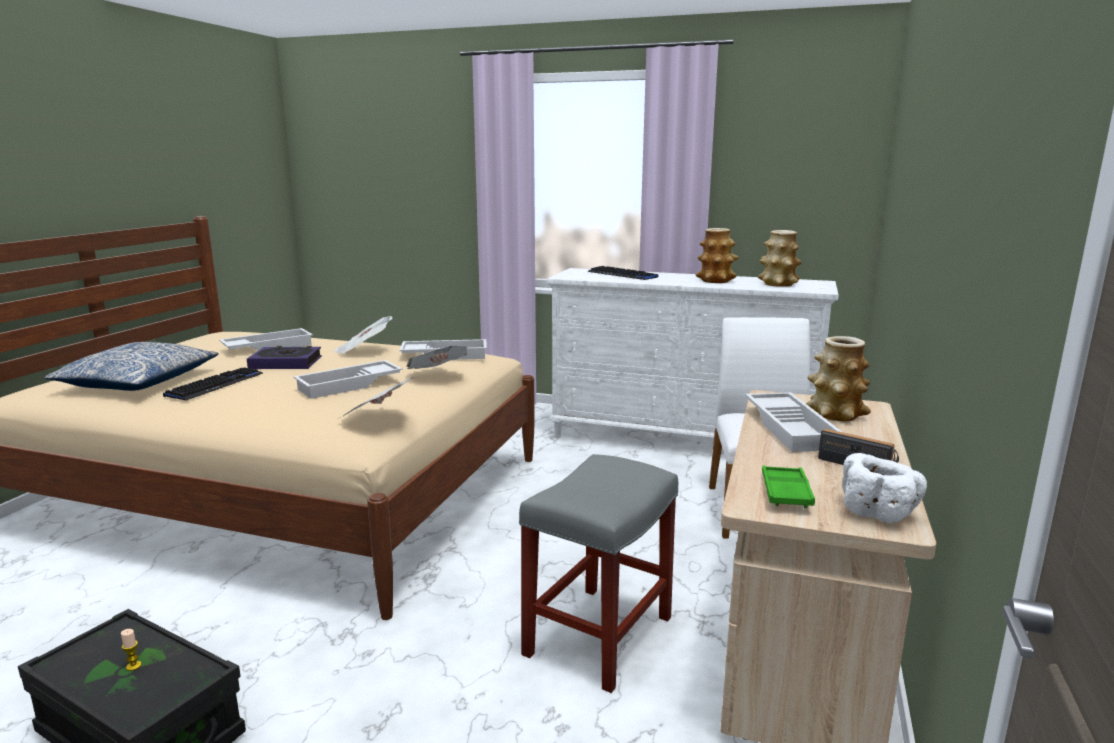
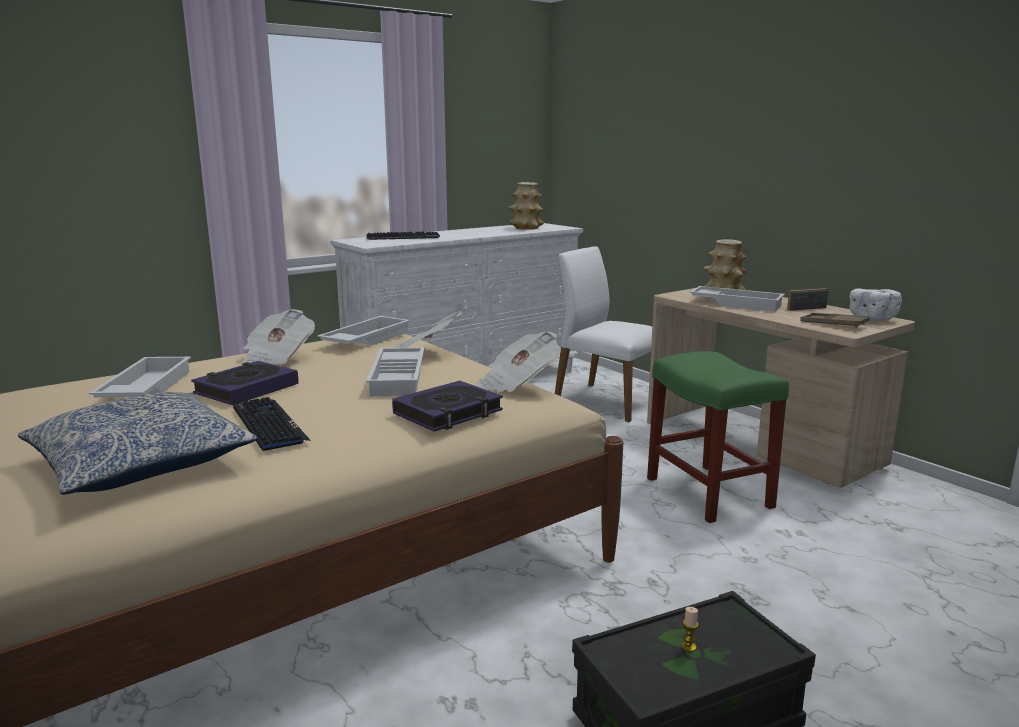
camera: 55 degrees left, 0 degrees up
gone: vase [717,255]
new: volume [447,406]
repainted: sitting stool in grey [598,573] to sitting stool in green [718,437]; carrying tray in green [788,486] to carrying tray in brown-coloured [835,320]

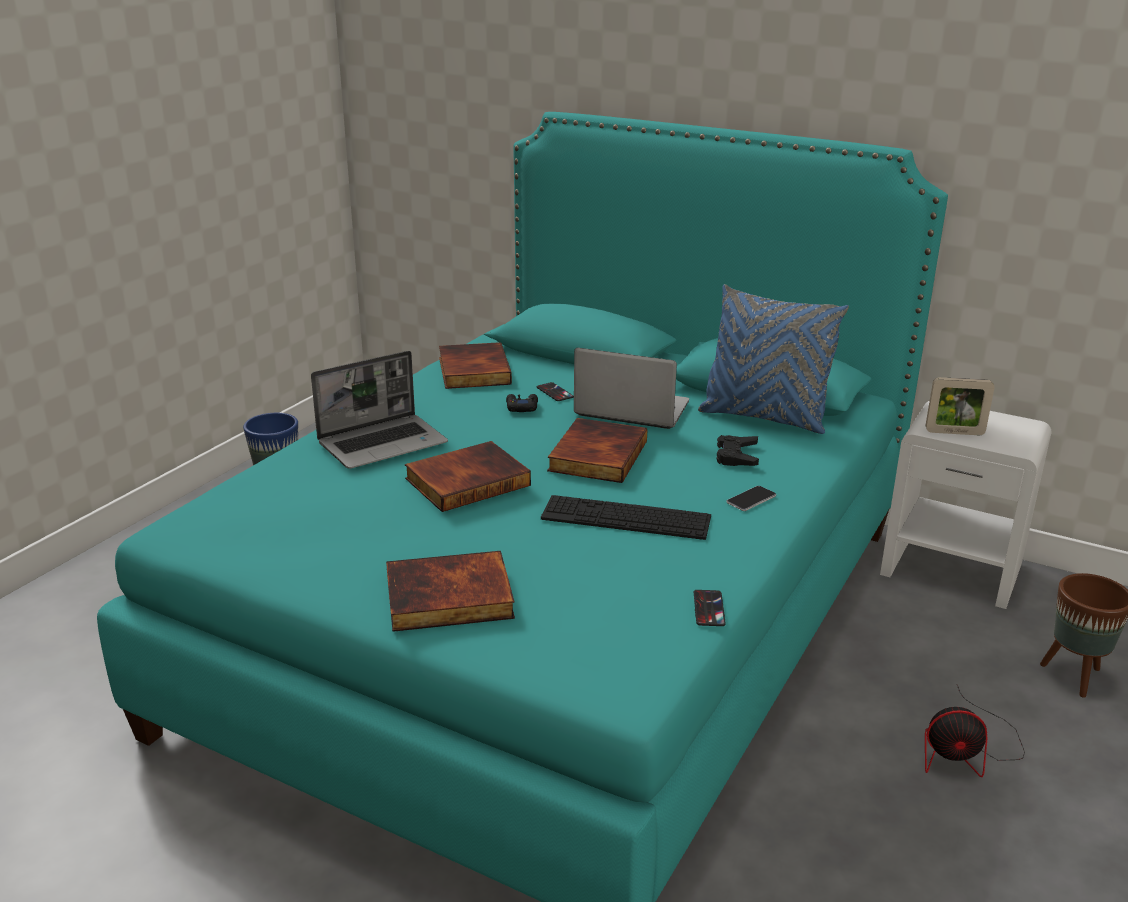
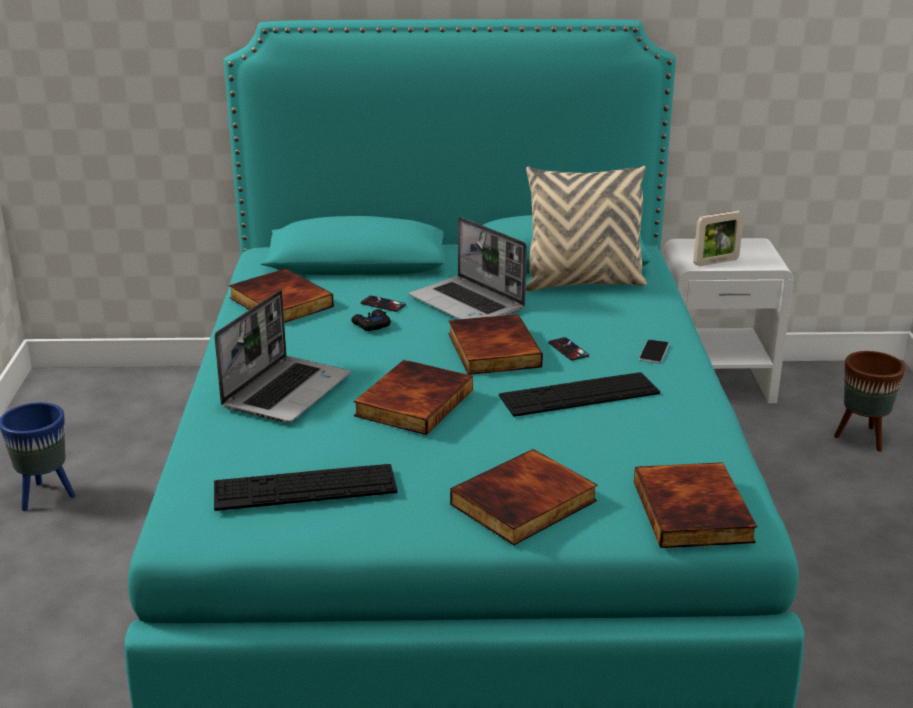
camera: 30 degrees left, 0 degrees up
gone: gamepad in blackish [737,450]; fan [975,731]
new: PC keyboard [305,487]; volume [695,505]
shifted: handset [710,608] to [568,348]
repainted: cushion in bluish [773,359] to cushion in beige [586,228]
rotated: portable computer [631,388] = [468,268] 120 degrees counterclockwise

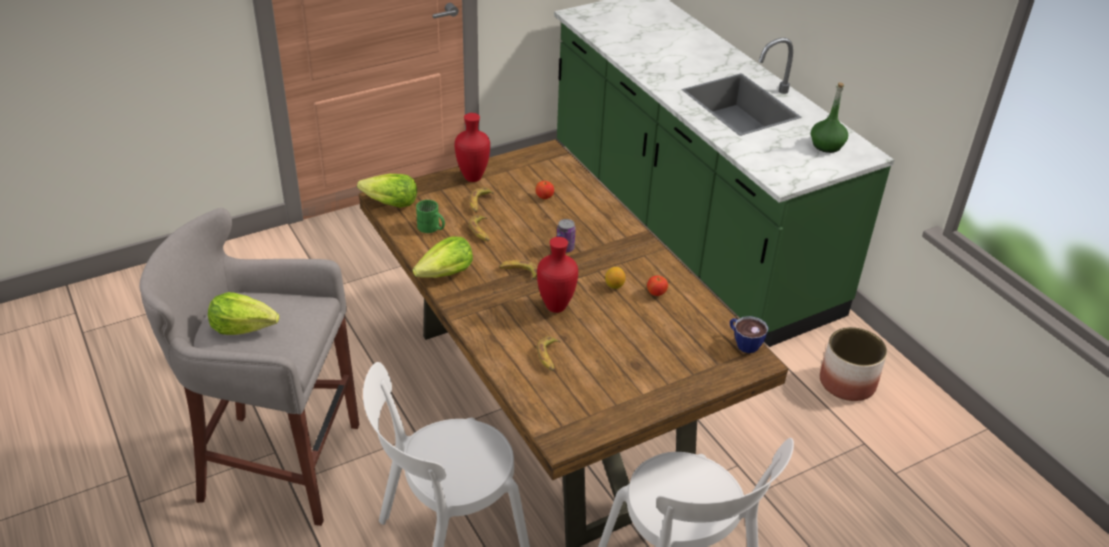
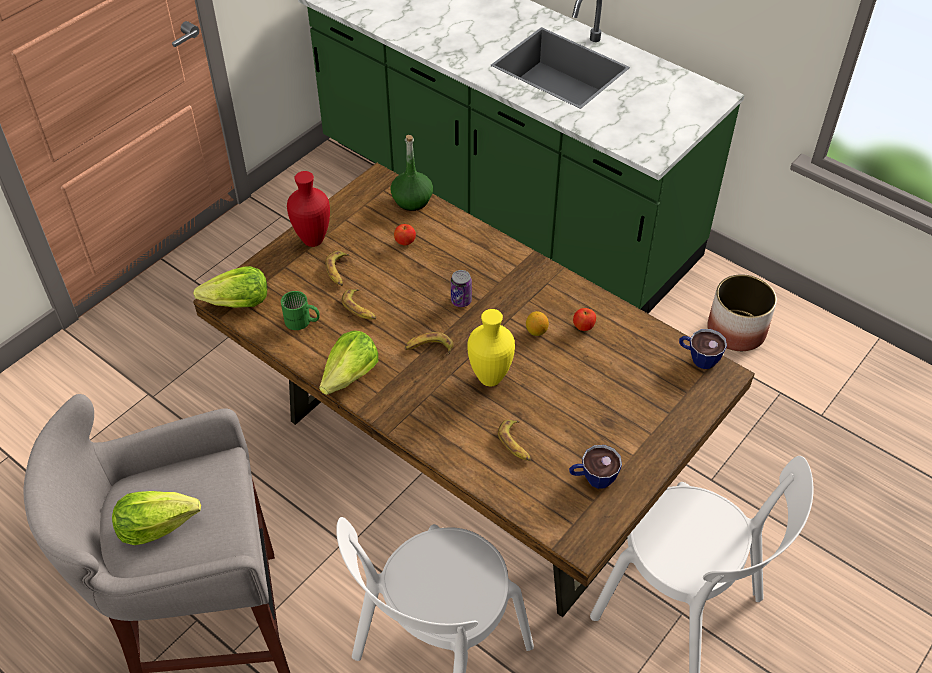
camera: 20 degrees left, 10 degrees up
new: drinking cup [595,467]
shifted: bottle in green [829,117] to [412,173]
repainted: vase in red [557,275] to vase in yellowish [491,347]

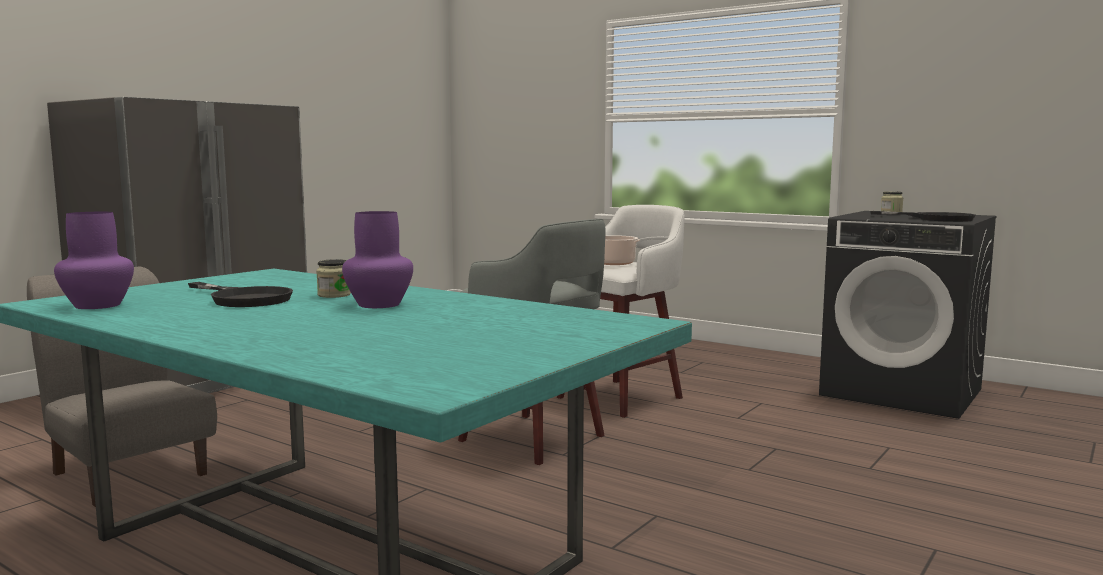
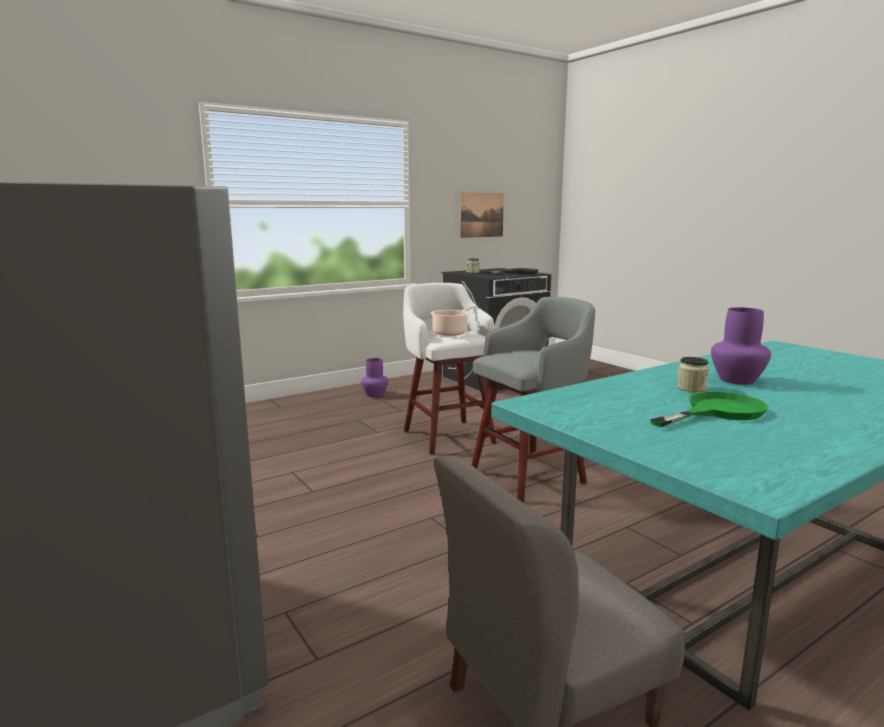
camera: 70 degrees left, 5 degrees up
new: wall art [482,215]
shifted: vase in purple-coloured [94,260] to [374,377]
repainted: frying pan in blackish [240,294] to frying pan in green [709,409]

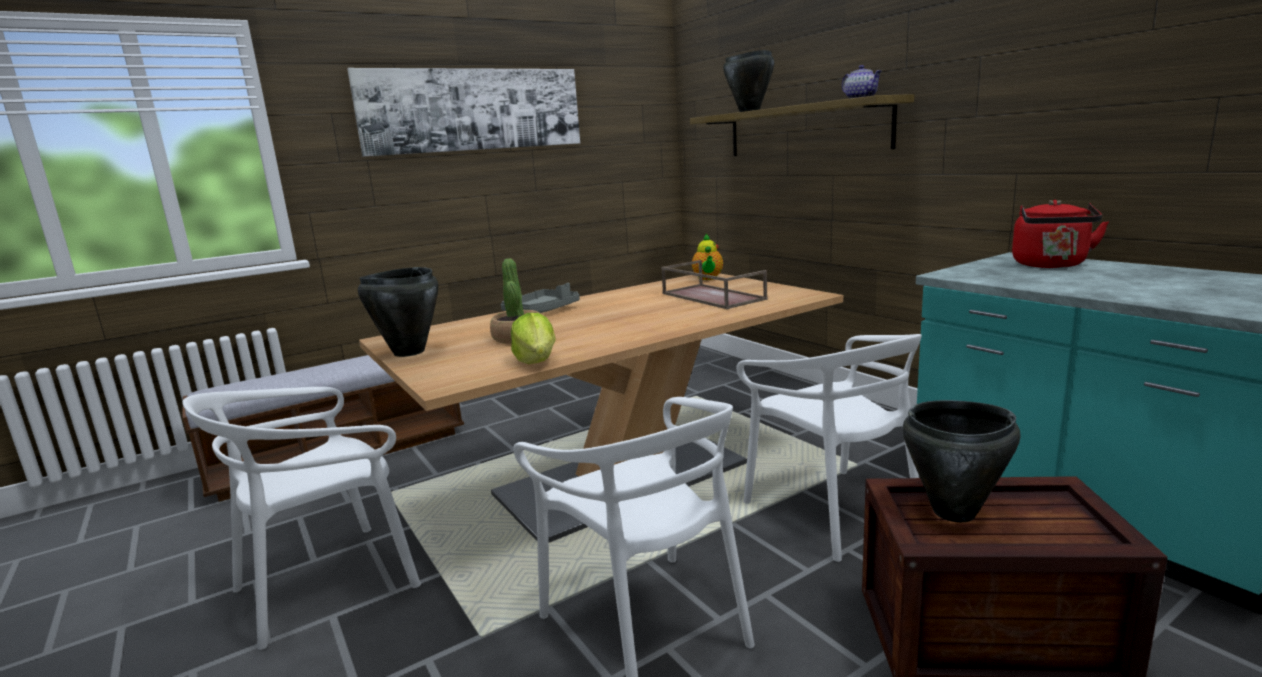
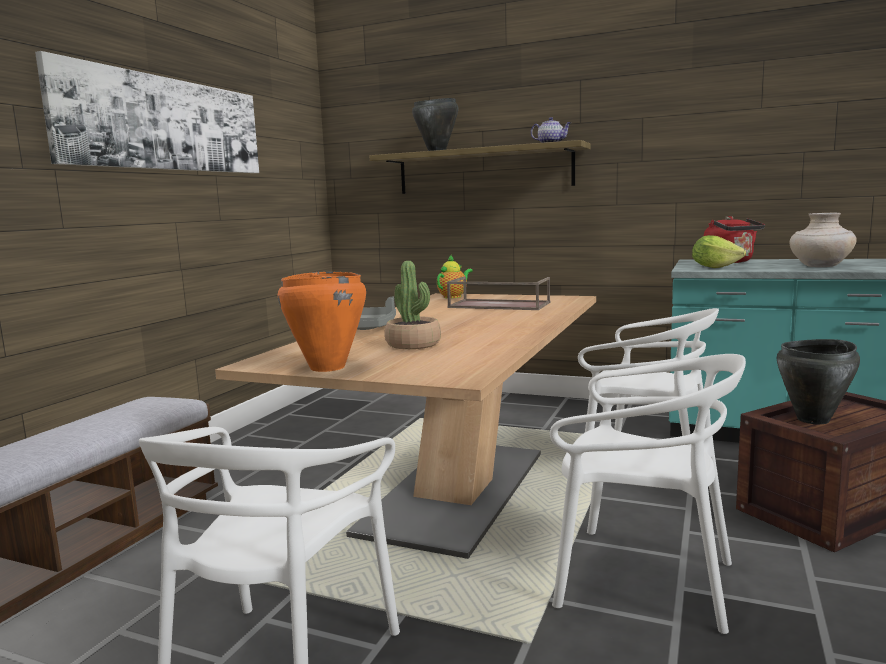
camera: 35 degrees left, 5 degrees down
new: vase in beige [823,240]
shifted: lettuce [533,338] to [719,251]
repainted: stockpot in blackish [398,312] to stockpot in orangey [322,322]
rotated: pot for tea [707,257] = [455,276] 105 degrees counterclockwise

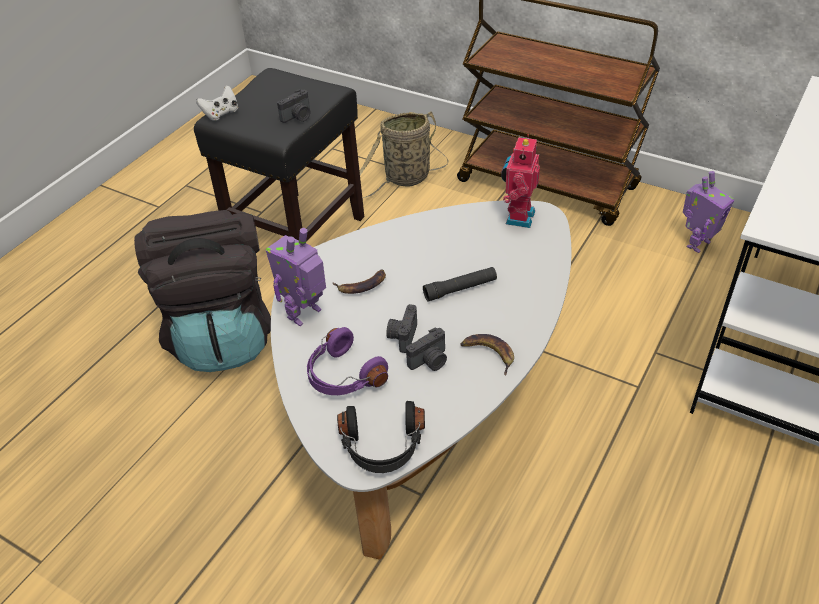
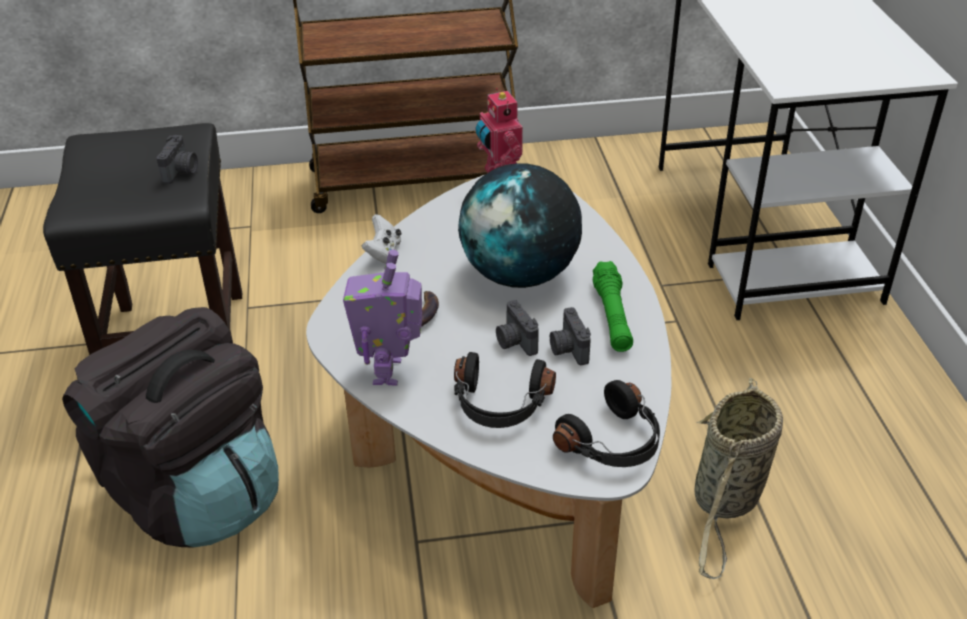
camera: 40 degrees left, 5 degrees down
gone: toy robot [708,212]
shifted: gamepad in white-coloured [217,103] to [381,239]; storage basket [404,154] to [738,478]
swapped: flashlight in blackish [460,284] to globe [520,225]; banana [487,355] to flashlight in green [613,306]
repainted: headphones in purple-coloured [347,361] to headphones in blackish [505,390]
rotated: still camera [426,349] = [570,336] 150 degrees clockwise

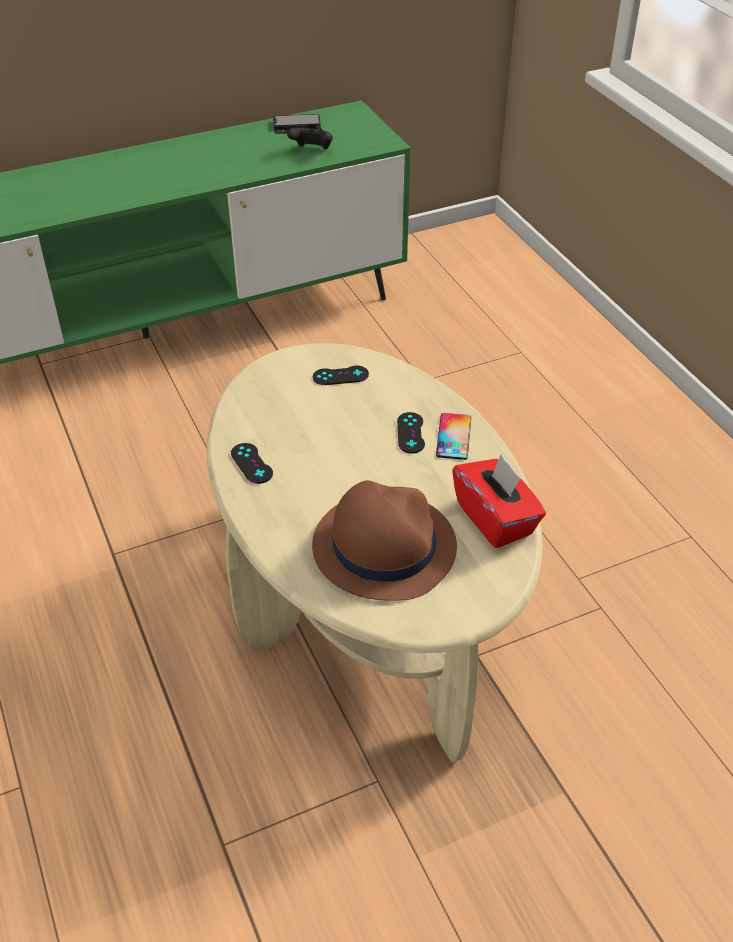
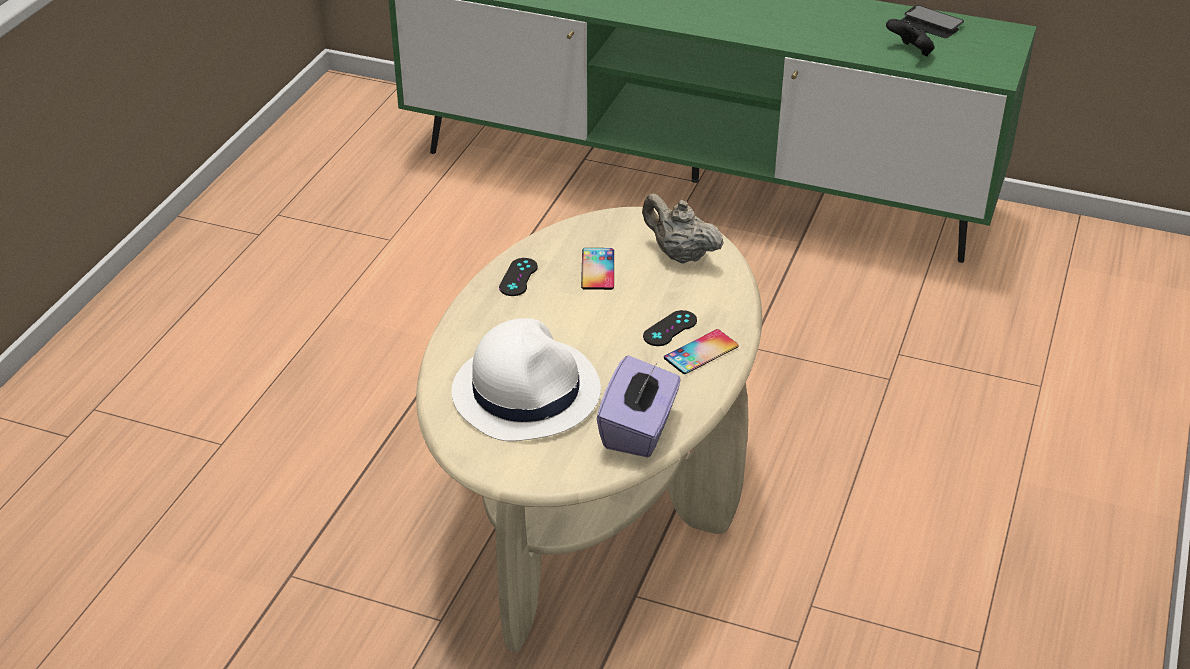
camera: 45 degrees right, 5 degrees down
new: handset [597,269]
swapped: gamepad in blackish [341,375] to pot for tea in beige [683,229]
repainted: wearable hat in brown-coloured [384,540] to wearable hat in white-coloured [526,379]; tissue box in red [499,501] to tissue box in purple-coloured [639,406]

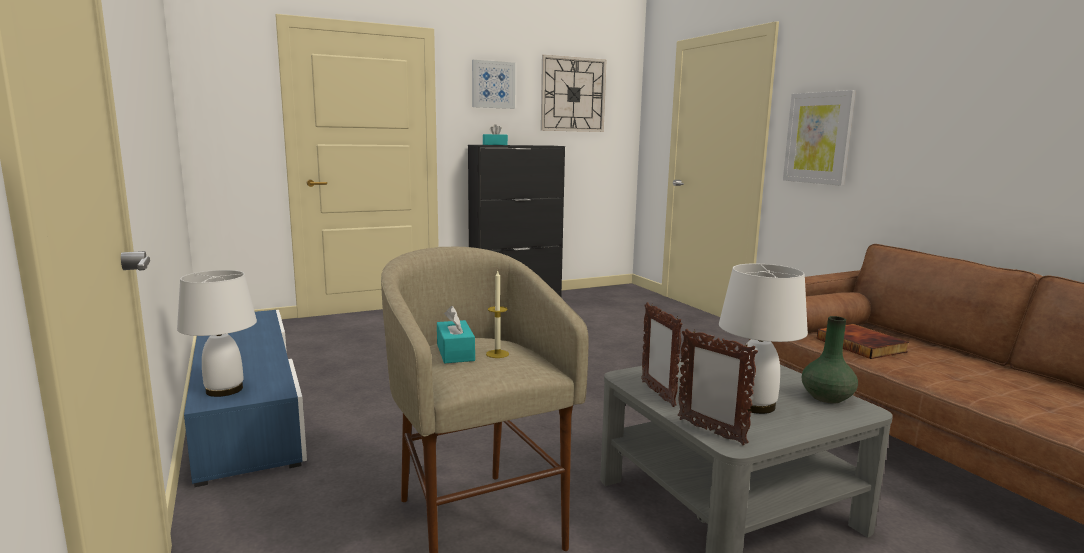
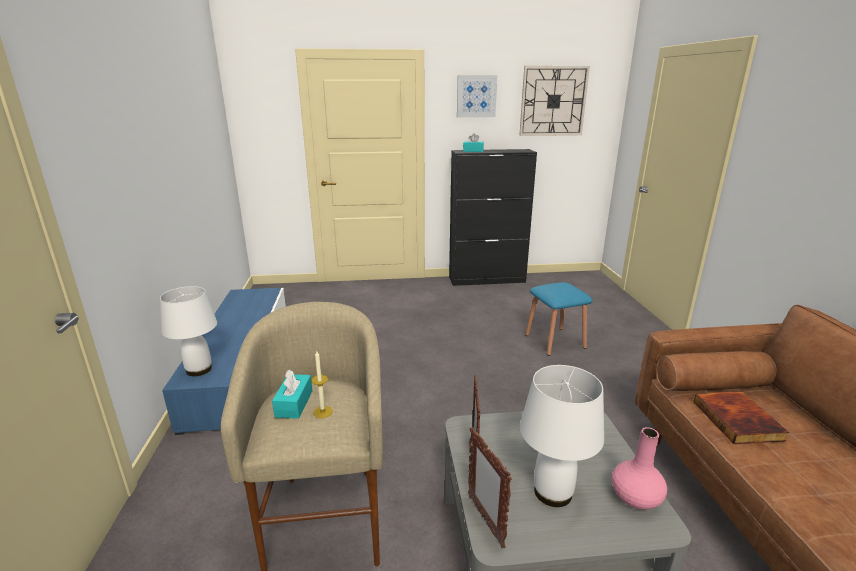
camera: 20 degrees right, 10 degrees up
gone: wall art [819,138]
new: sitting stool in bluish [559,319]
repainted: vase in green [830,360] to vase in pinkish [639,468]

